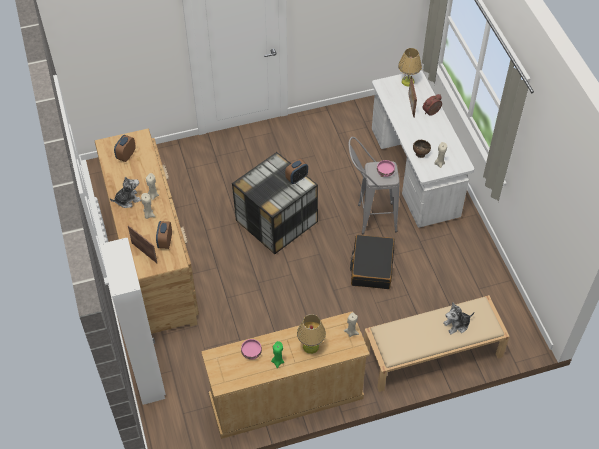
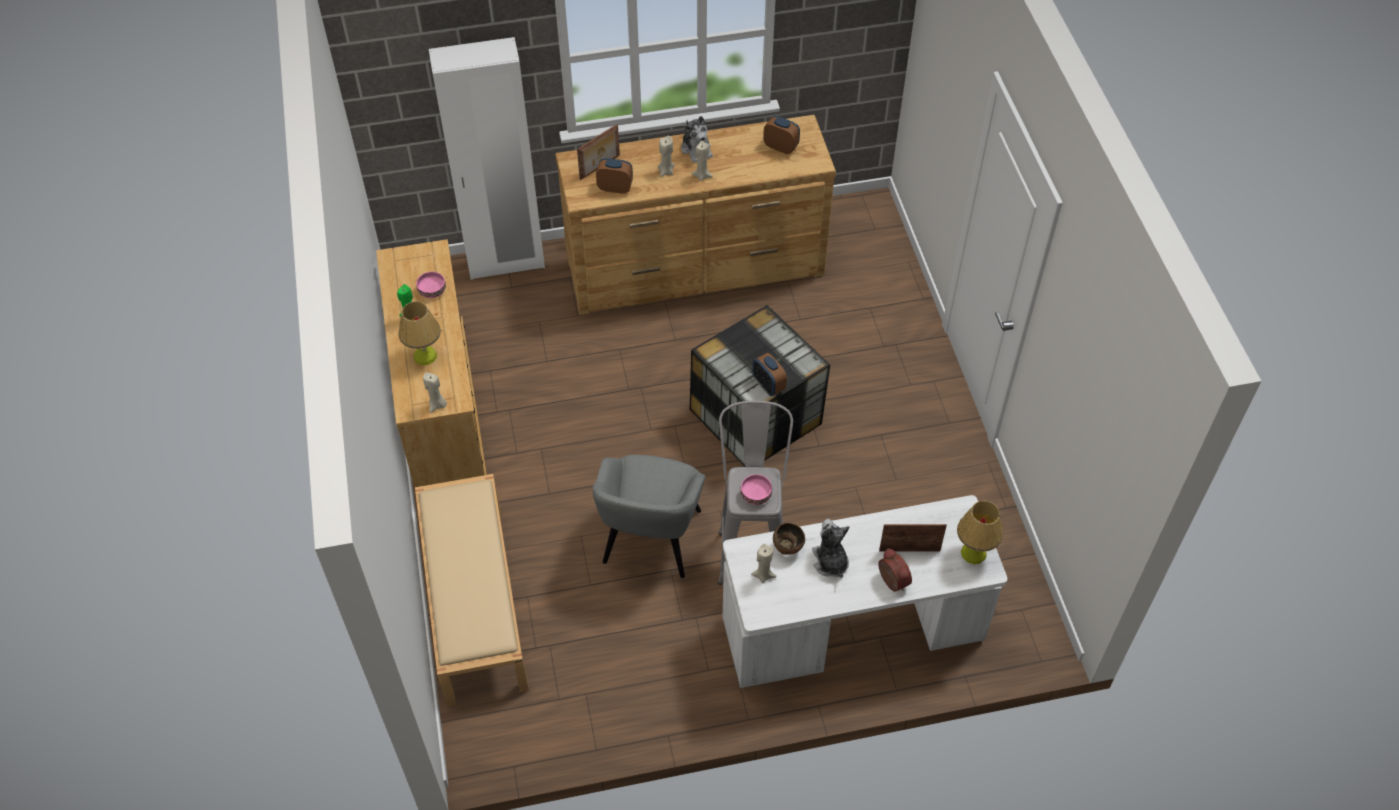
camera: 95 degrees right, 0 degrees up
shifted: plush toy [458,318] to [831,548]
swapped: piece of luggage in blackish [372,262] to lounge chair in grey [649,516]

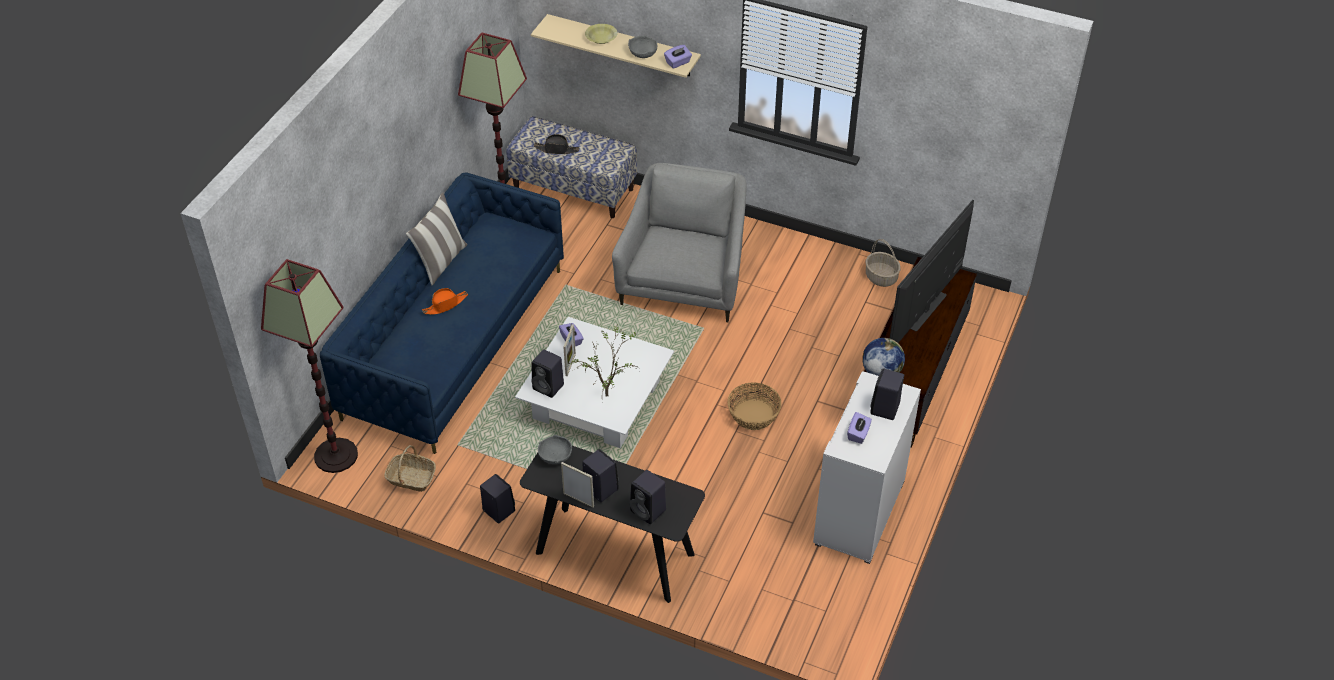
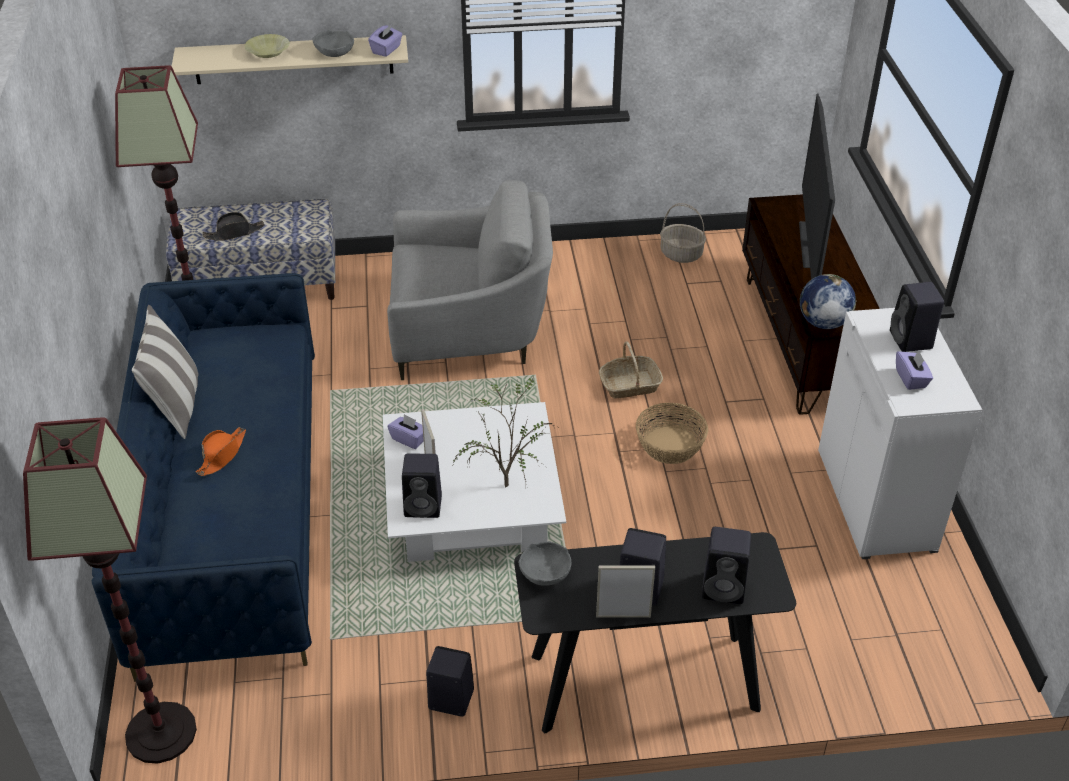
camera: 30 degrees left, 5 degrees down
shifted: storage basket [410,468] to [631,370]
rotated: lounge chair in grey [679,242] = [470,280] 105 degrees clockwise

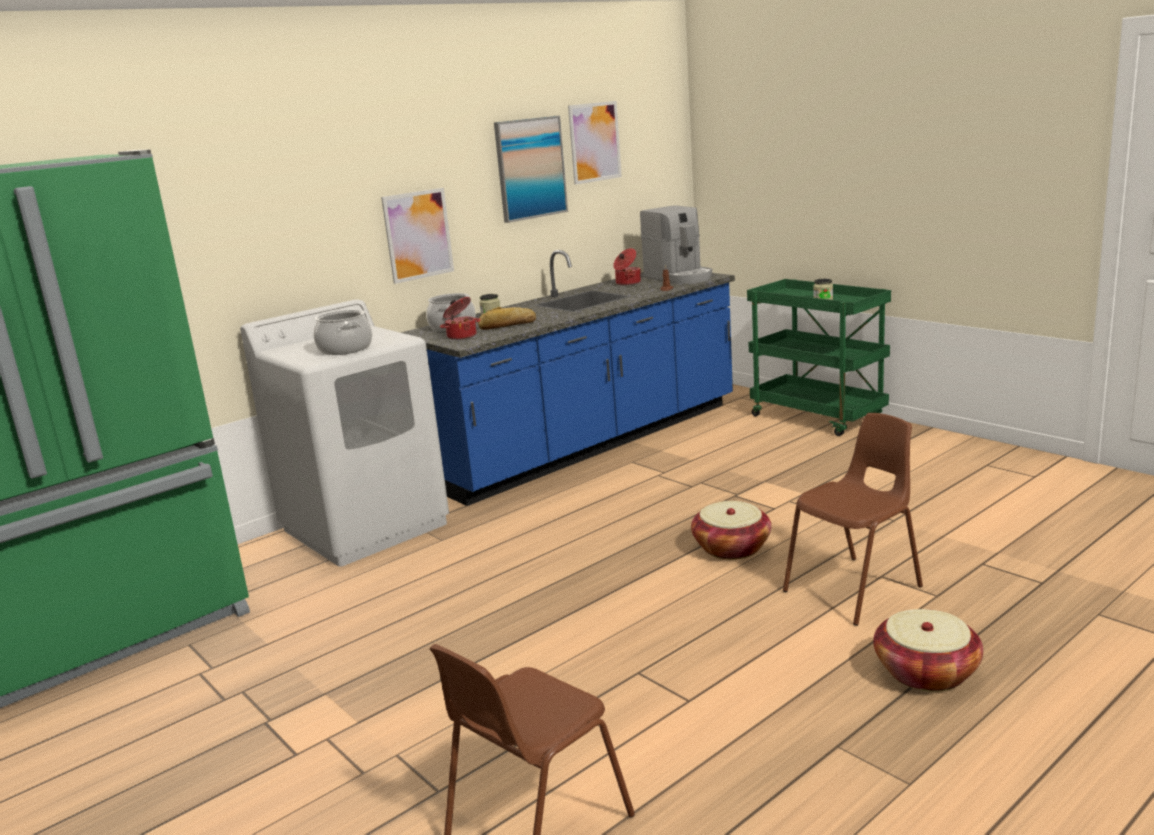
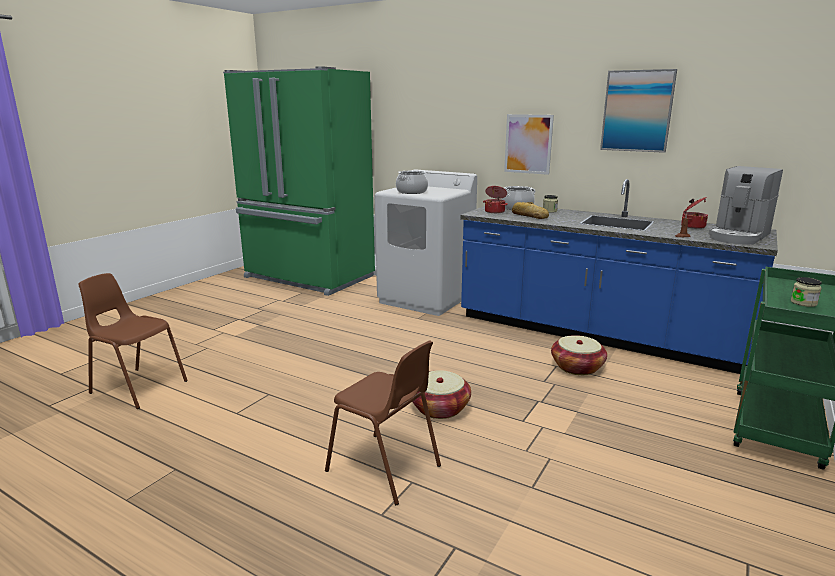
camera: 70 degrees right, 0 degrees up
gone: wall art [595,143]
shifted: storage basket [928,650] to [579,355]

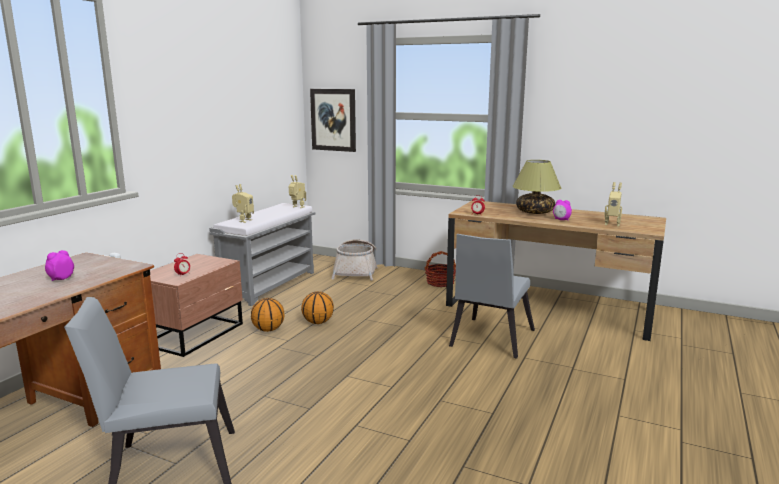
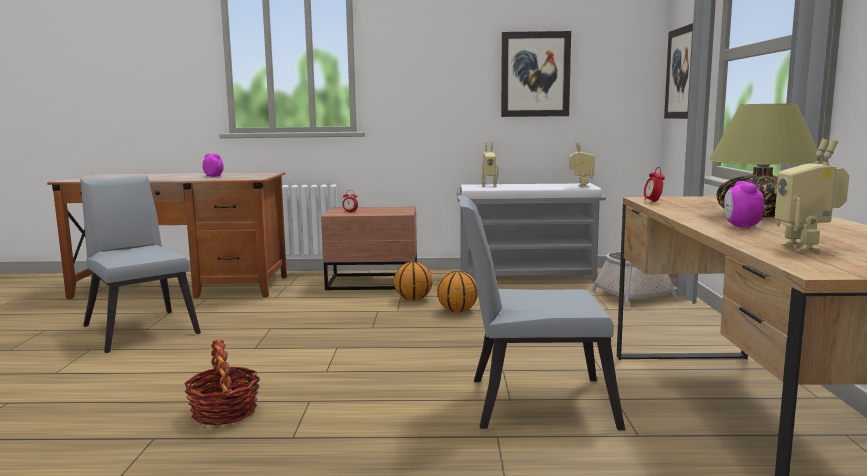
camera: 65 degrees right, 5 degrees down
new: wall art [536,74]
shifted: storage basket [440,269] to [222,382]

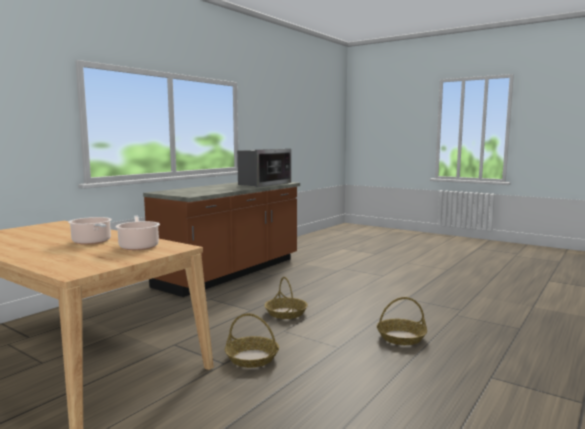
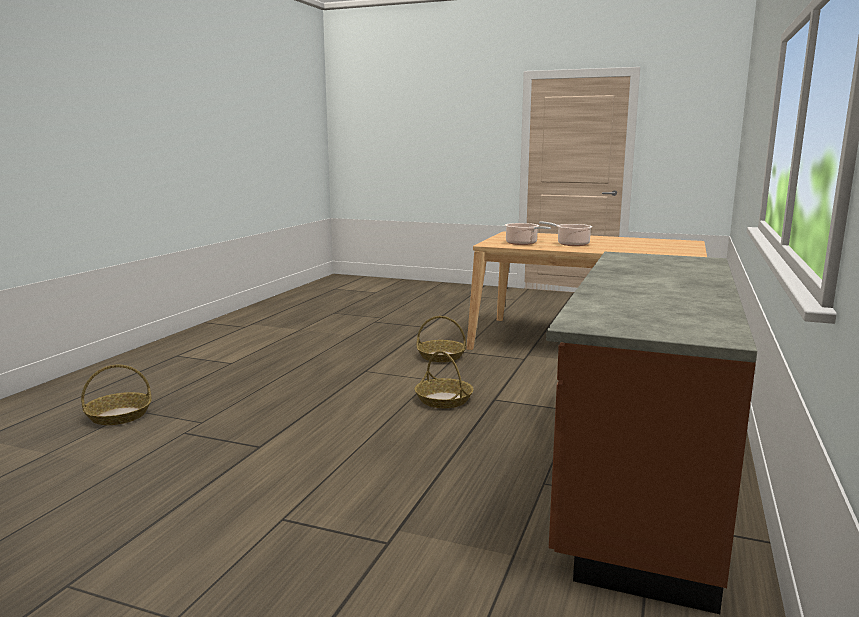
camera: 165 degrees right, 5 degrees up
gone: microwave oven [264,168]
shifted: storage basket [402,321] to [116,395]

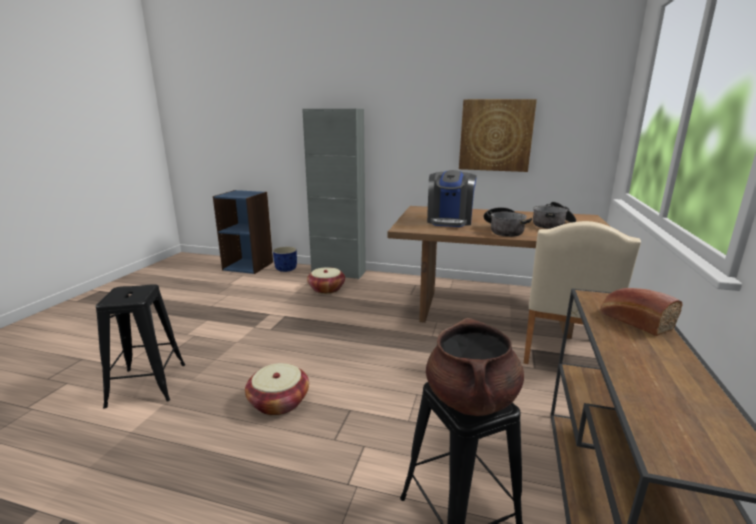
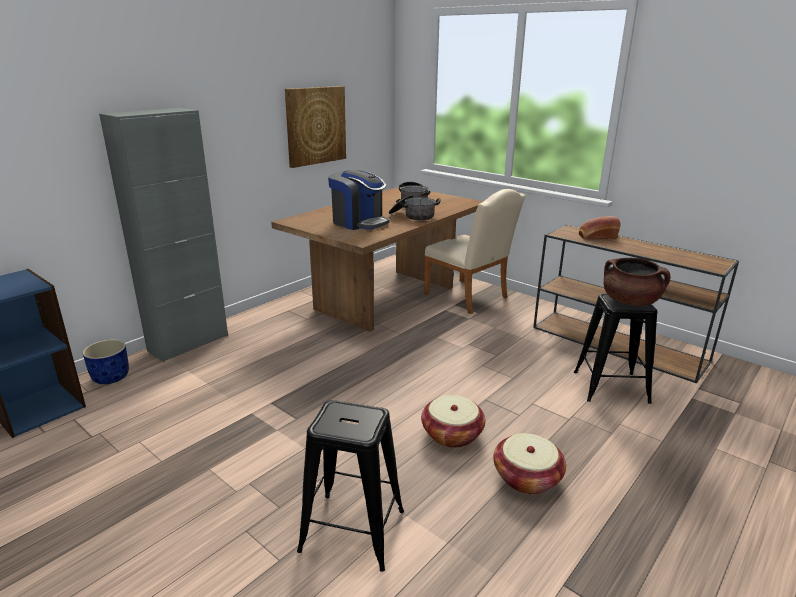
camera: 65 degrees left, 5 degrees up
shifted: storage basket [326,280] to [529,463]

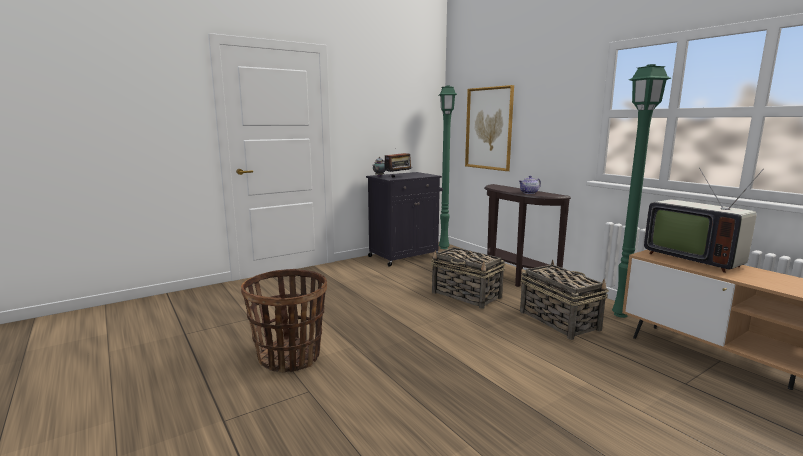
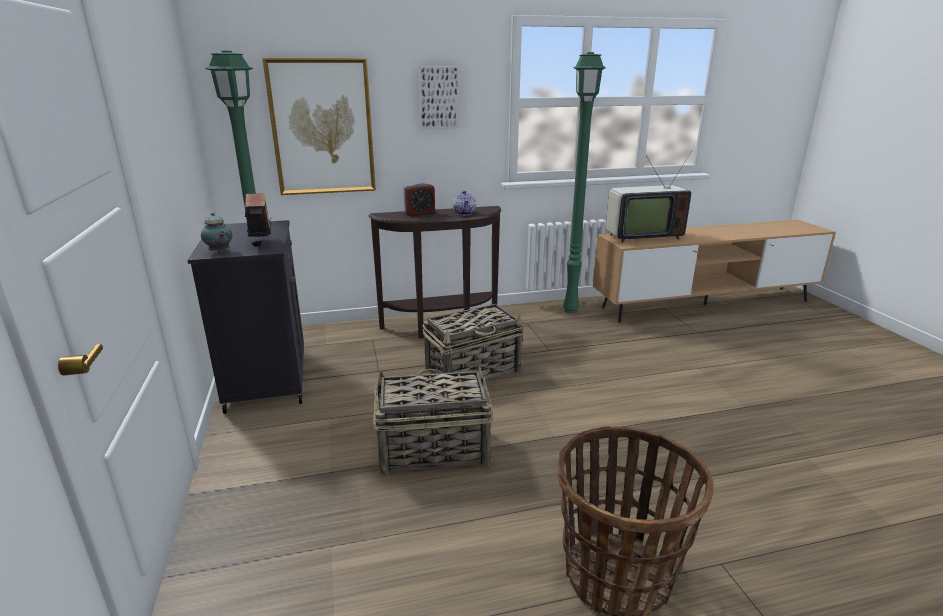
camera: 70 degrees left, 10 degrees up
new: bedside clock [419,199]; wall art [439,97]
shifted: storage basket [564,300] to [433,419]

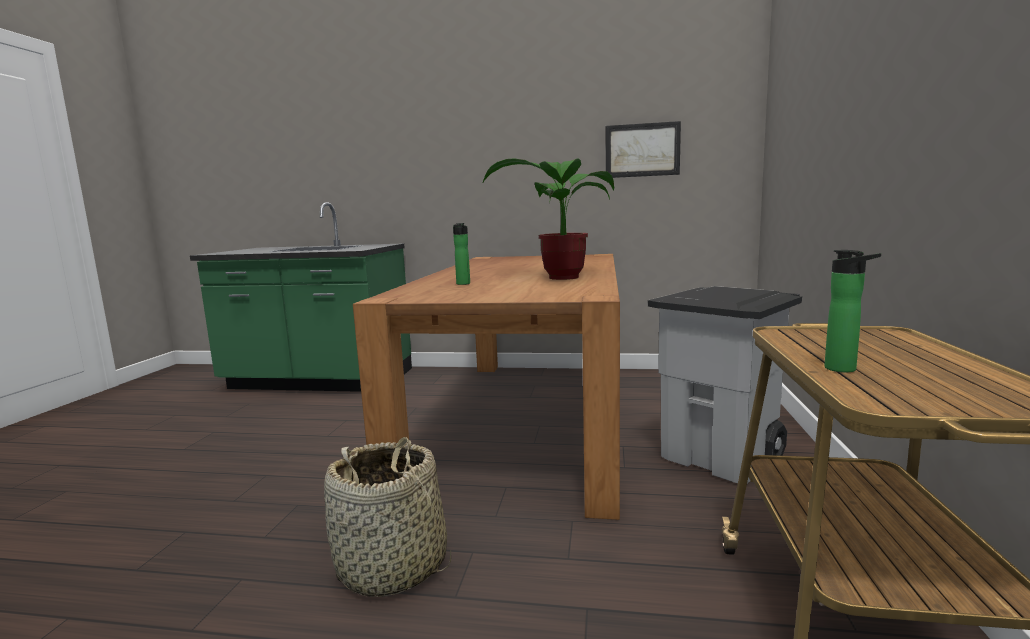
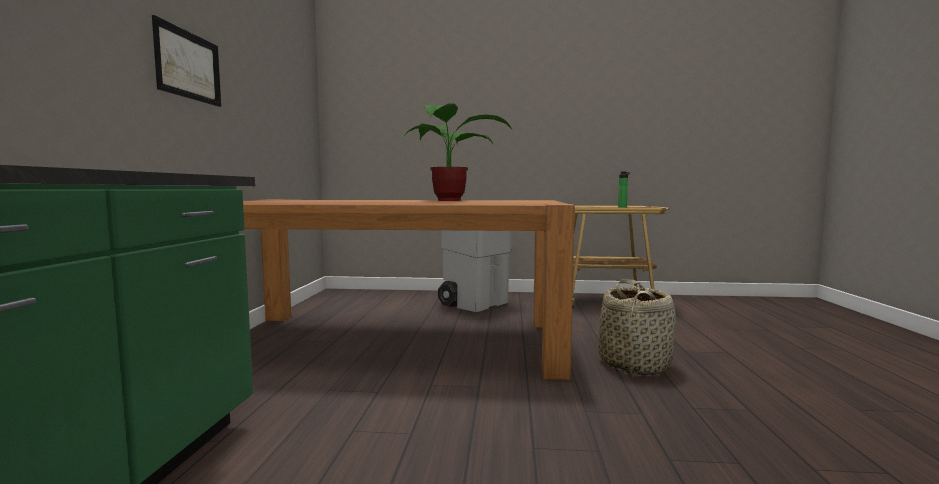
camera: 95 degrees left, 5 degrees down
gone: bottle [461,254]
shifted: wall art [643,149] to [186,61]

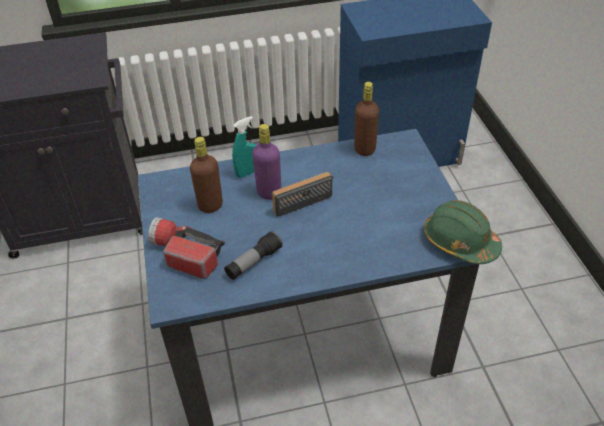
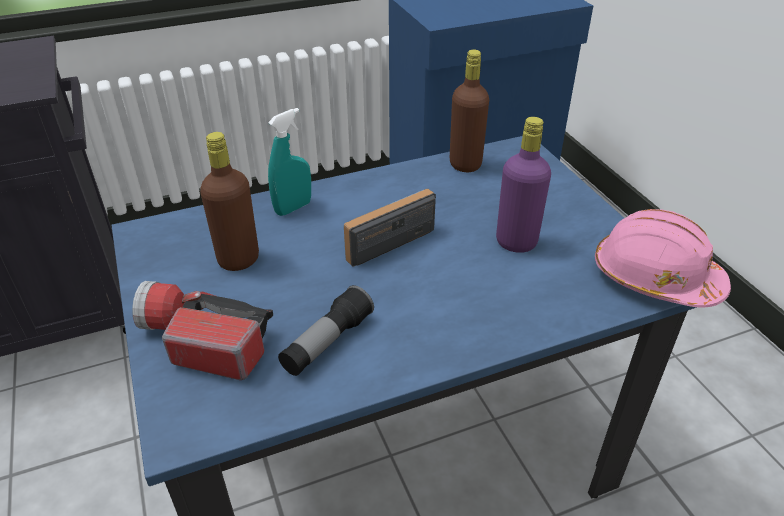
camera: 10 degrees left, 5 degrees down
shifted: bottle in purple-coloured [266,162] to [523,185]
repainted: work helmet in green [462,232] to work helmet in pinkish [663,258]

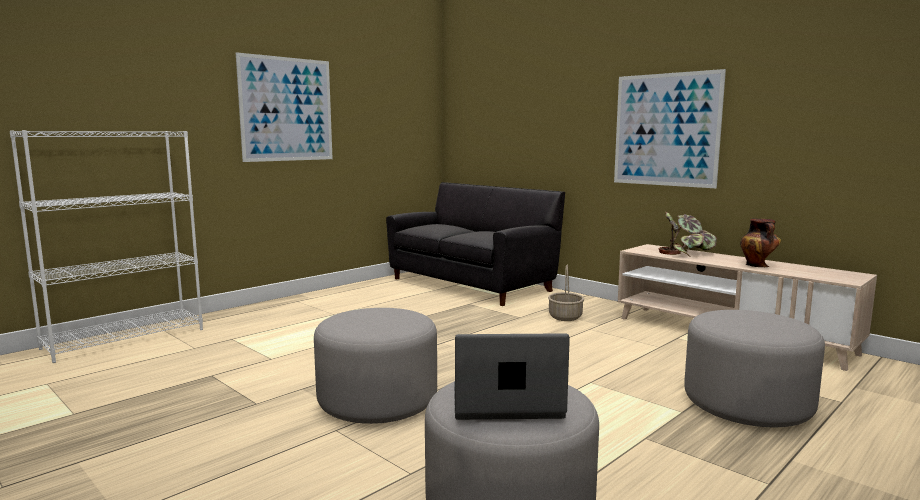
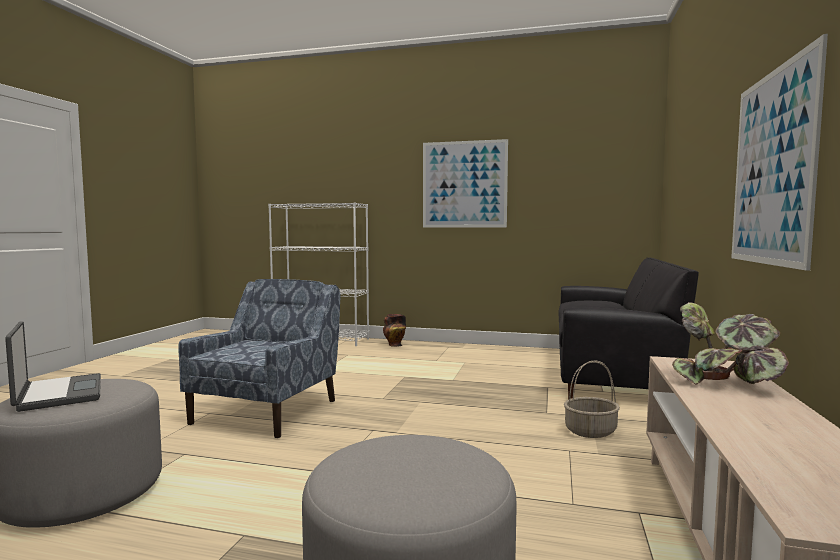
camera: 60 degrees right, 5 degrees down
shifted: vase [760,243] to [394,330]
swapped: footrest in grey [375,366] to lounge chair in bluish [260,358]

